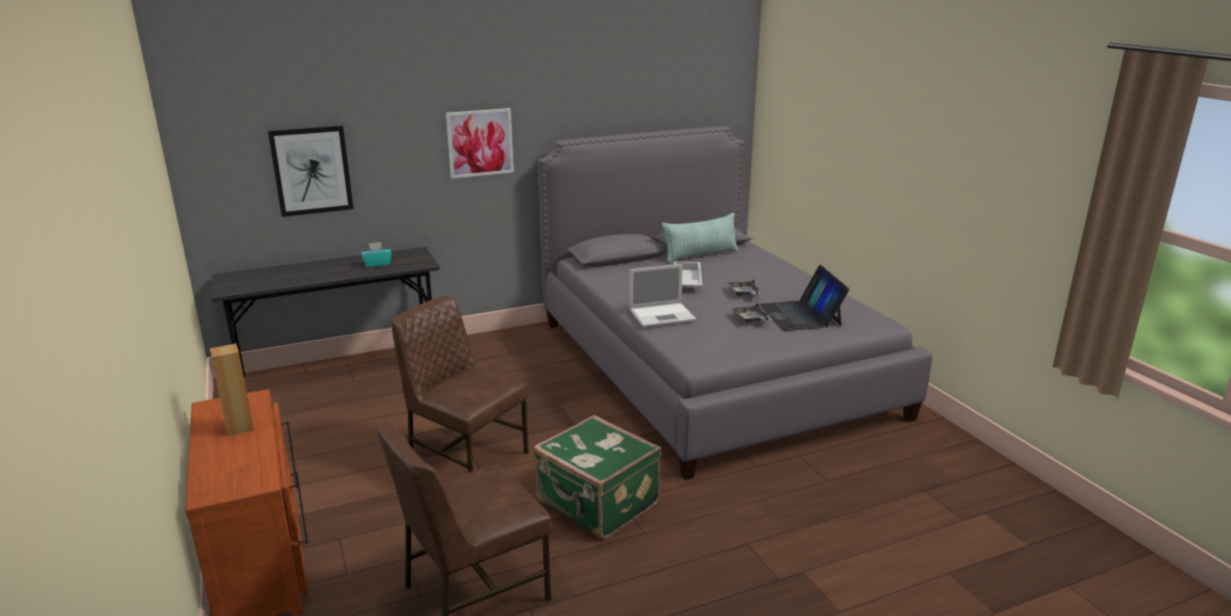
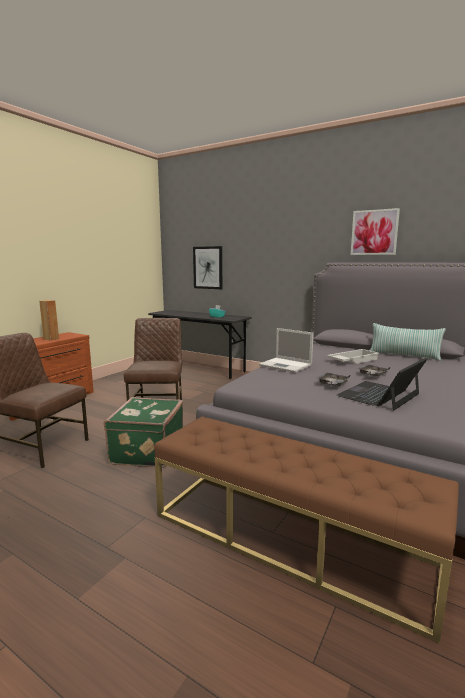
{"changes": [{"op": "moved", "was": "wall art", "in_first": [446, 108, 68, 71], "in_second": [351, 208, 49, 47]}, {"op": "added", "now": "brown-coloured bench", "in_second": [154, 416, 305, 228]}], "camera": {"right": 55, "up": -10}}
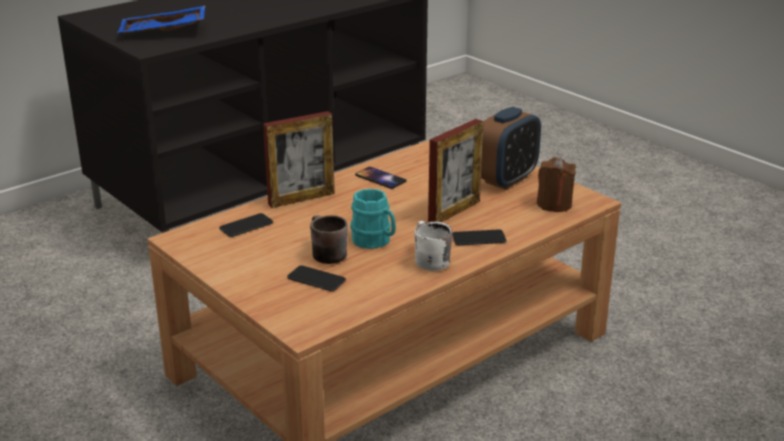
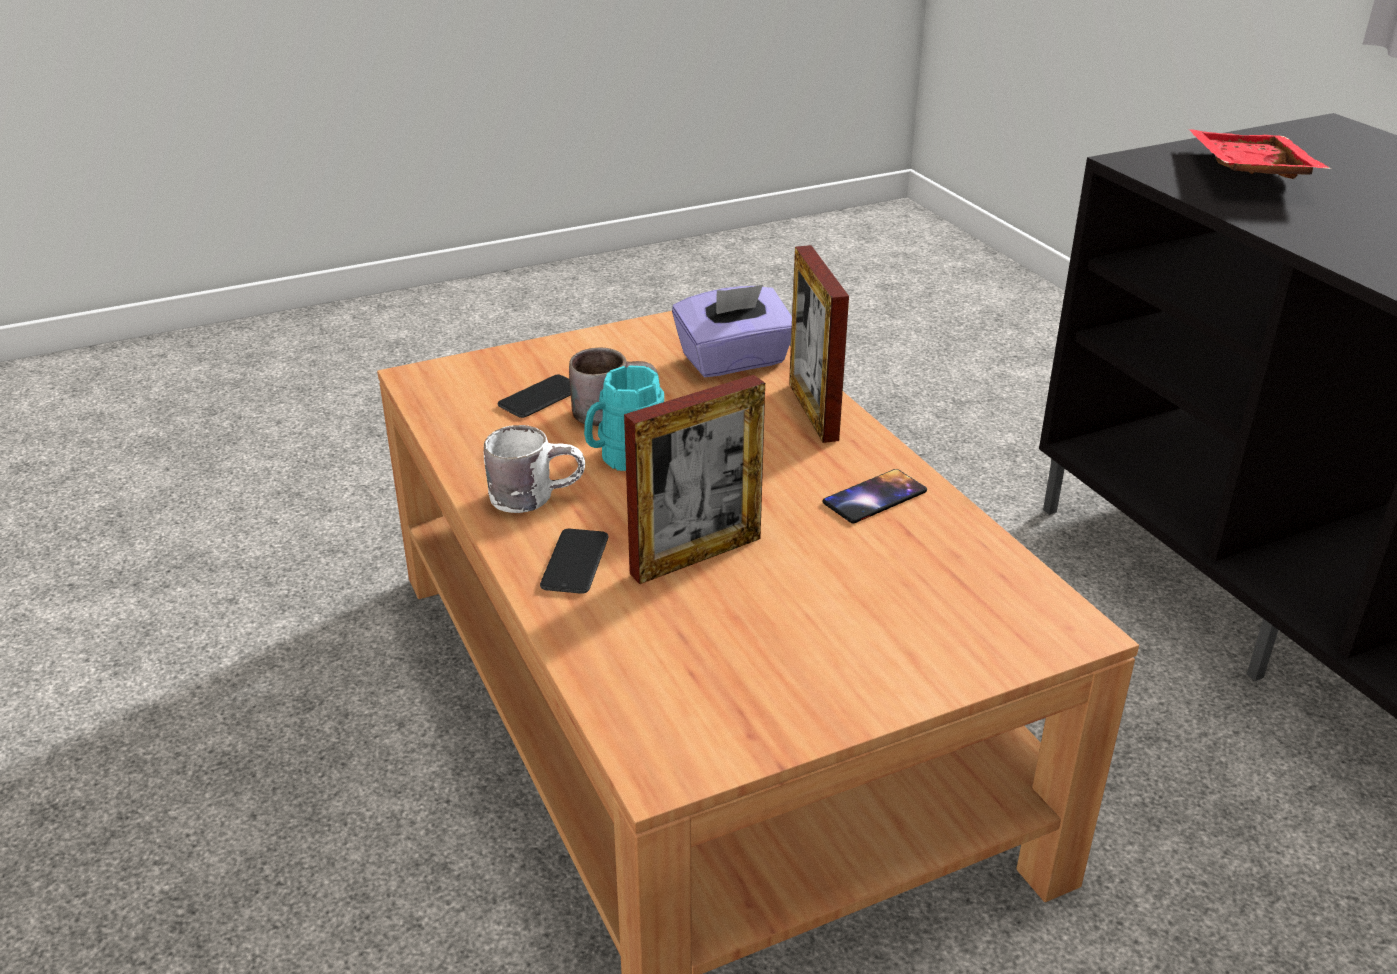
{"changes": [{"op": "recoloured", "was": "blue serving tray", "now": "red serving tray", "in_first": [117, 6, 88, 28], "in_second": [1189, 129, 142, 50]}, {"op": "replaced", "was": "telephone", "now": "purple-coloured tissue box", "in_first": [219, 213, 54, 24], "in_second": [672, 285, 120, 92]}, {"op": "turned", "was": "picture frame", "in_first": [428, 119, 56, 103], "in_second": [624, 375, 141, 209], "clockwise": -90}, {"op": "removed", "was": "table clock", "in_first": [481, 107, 60, 83]}, {"op": "removed", "was": "brown-coloured wax candle", "in_first": [537, 157, 39, 55]}], "camera": {"right": 105, "up": 5}}
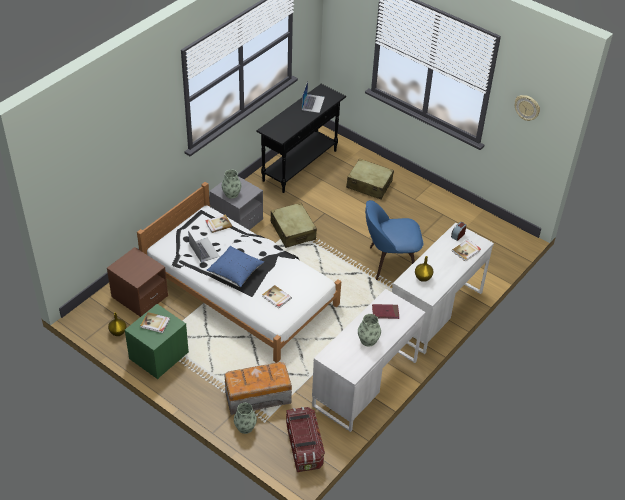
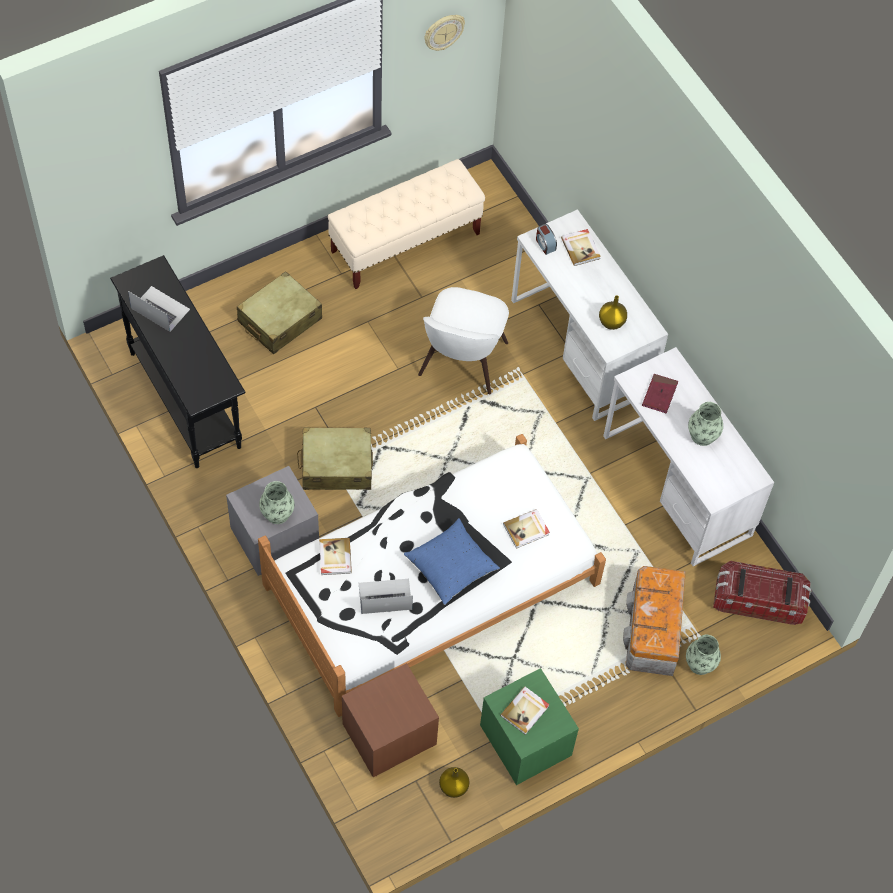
{"changes": [{"op": "recoloured", "was": "blue plain chair", "now": "whitish plain chair", "in_first": [365, 200, 58, 80], "in_second": [418, 287, 91, 107]}, {"op": "added", "now": "beige-coloured bench", "in_second": [328, 159, 157, 130]}], "camera": {"right": -70, "up": 15}}
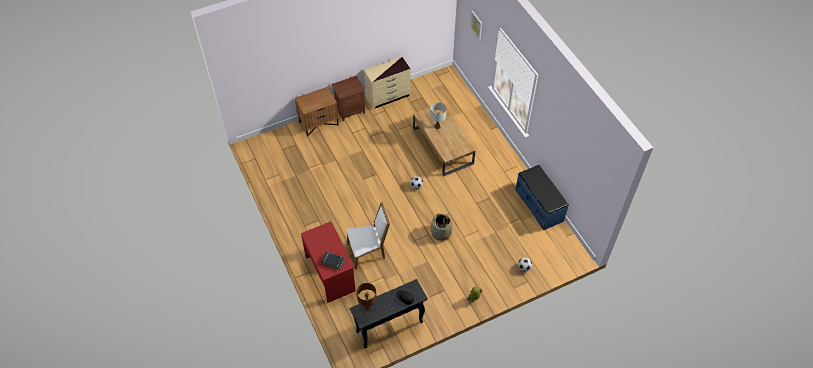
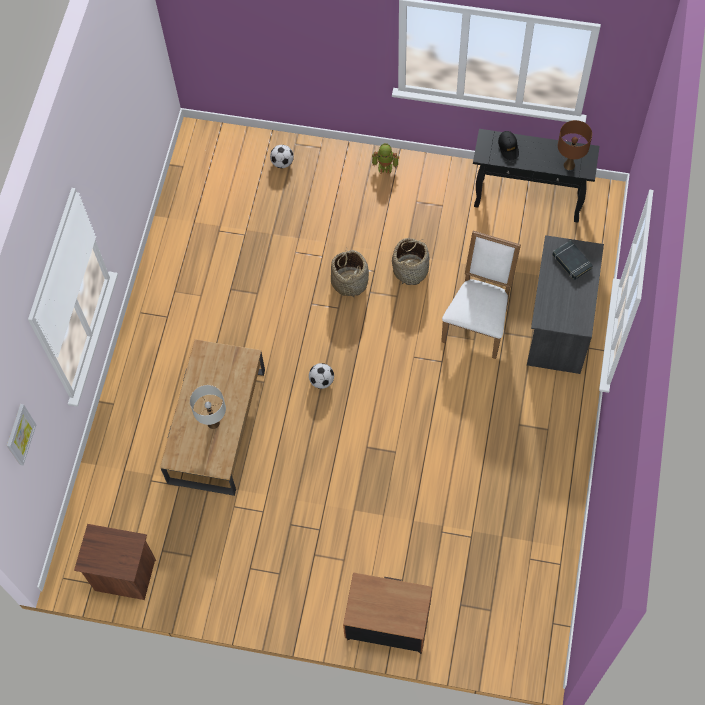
{"changes": [{"op": "recoloured", "was": "red desk unit", "now": "grey desk unit", "in_first": [301, 221, 55, 82], "in_second": [527, 235, 77, 139]}, {"op": "moved", "was": "brown-coloured bedside table", "in_first": [331, 76, 34, 45], "in_second": [74, 524, 82, 76]}, {"op": "turned", "was": "whitish plain chair", "in_first": [346, 202, 44, 67], "in_second": [441, 231, 80, 128], "clockwise": 90}, {"op": "removed", "was": "beige-coloured dresser", "in_first": [364, 57, 47, 52]}, {"op": "removed", "was": "blue bench", "in_first": [515, 165, 54, 65]}, {"op": "added", "now": "storage basket", "in_second": [392, 238, 37, 47]}], "camera": {"right": -140, "up": 10}}
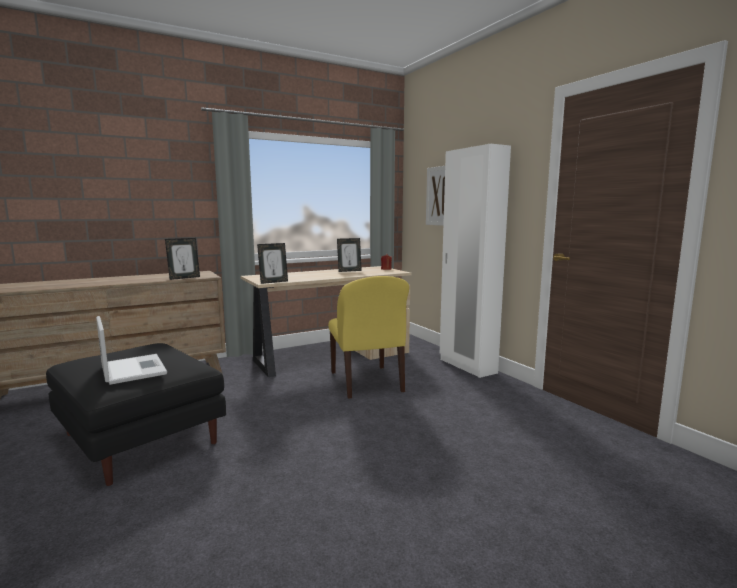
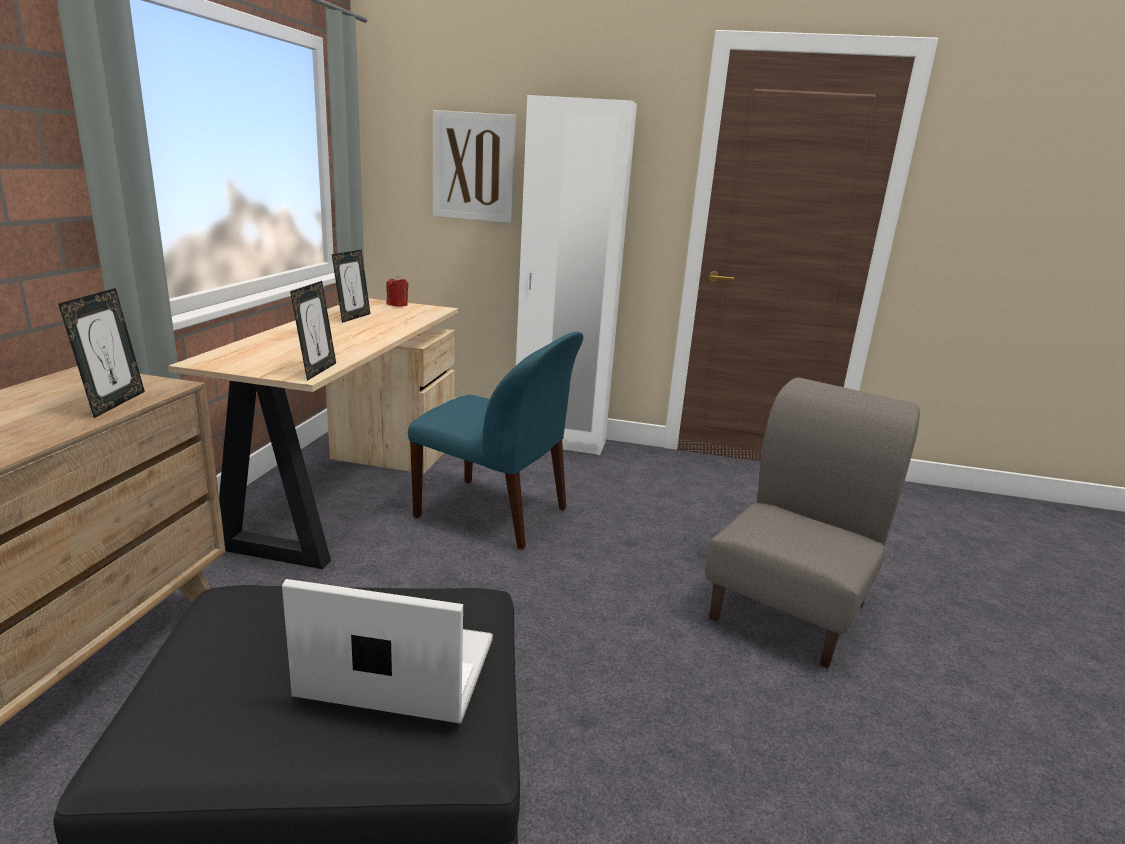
{"changes": [{"op": "recoloured", "was": "yellow plain chair", "now": "blue plain chair", "in_first": [328, 276, 81, 123], "in_second": [408, 332, 175, 218]}, {"op": "added", "now": "grey plain chair", "in_second": [706, 378, 214, 290]}], "camera": {"right": -50, "up": 10}}
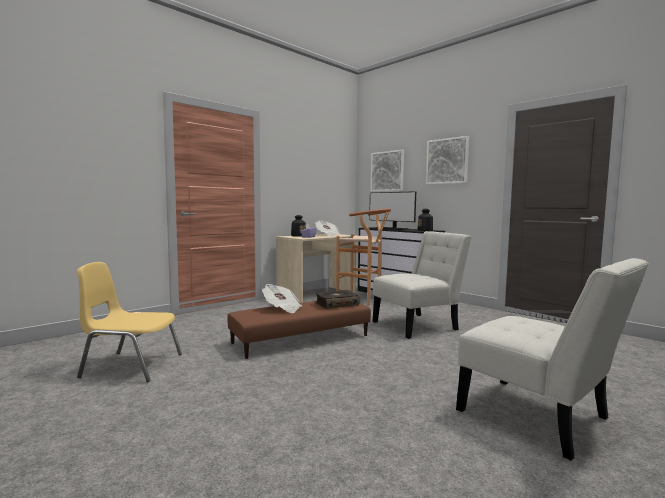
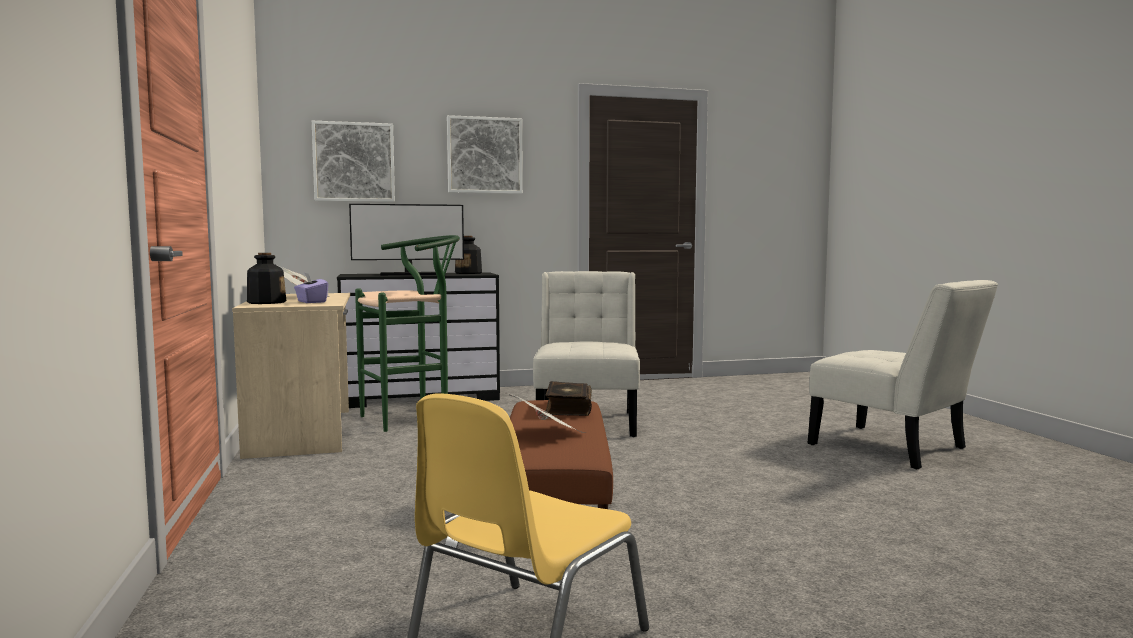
{"changes": [{"op": "recoloured", "was": "brown-coloured sitting stool", "now": "green sitting stool", "in_first": [336, 208, 55, 98], "in_second": [355, 235, 105, 197]}, {"op": "turned", "was": "whitish plain chair", "in_first": [456, 258, 193, 203], "in_second": [807, 280, 191, 189], "clockwise": 60}], "camera": {"right": -60, "up": 0}}
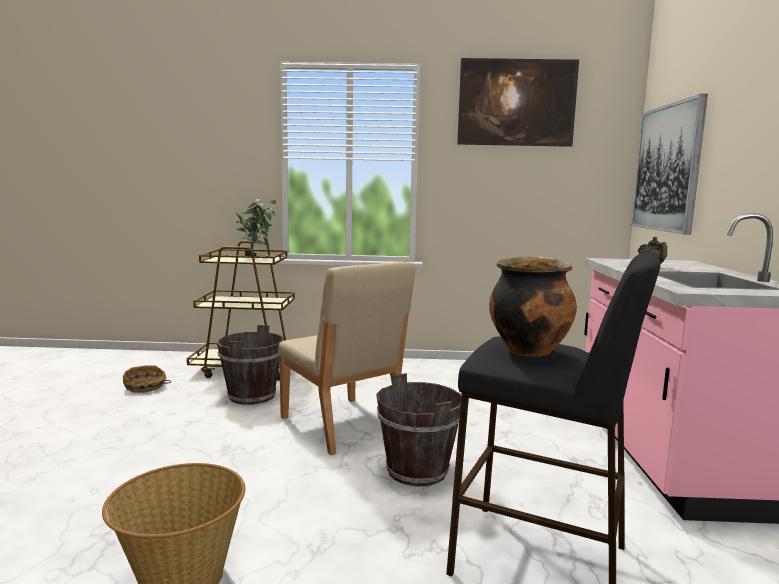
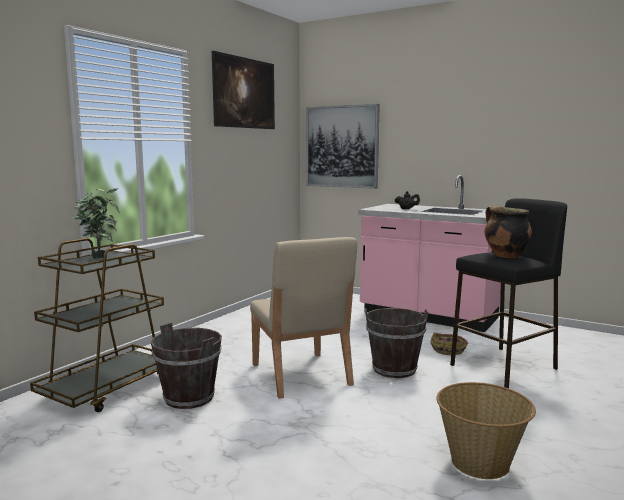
{"changes": [{"op": "moved", "was": "storage basket", "in_first": [123, 366, 48, 27], "in_second": [430, 333, 38, 22]}, {"op": "turned", "was": "beige-coloured plain chair", "in_first": [278, 262, 137, 193], "in_second": [250, 237, 107, 162], "clockwise": 75}], "camera": {"right": -60, "up": 0}}
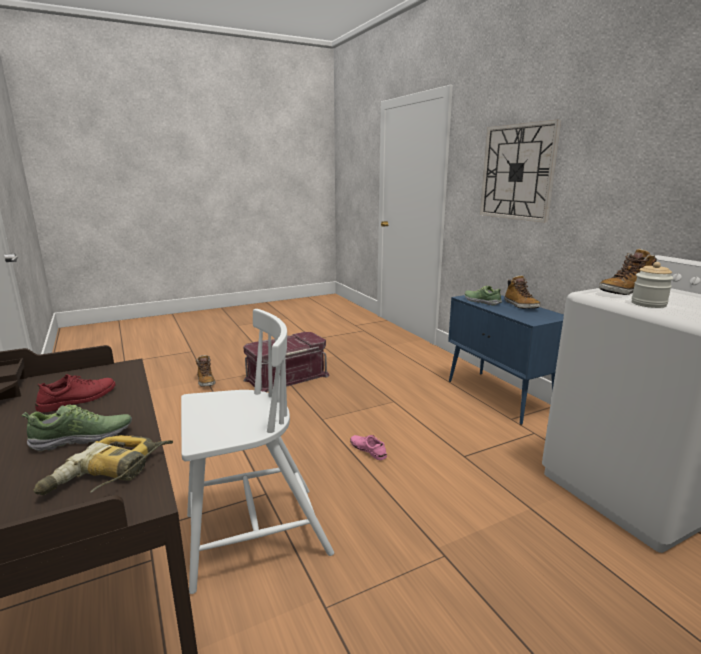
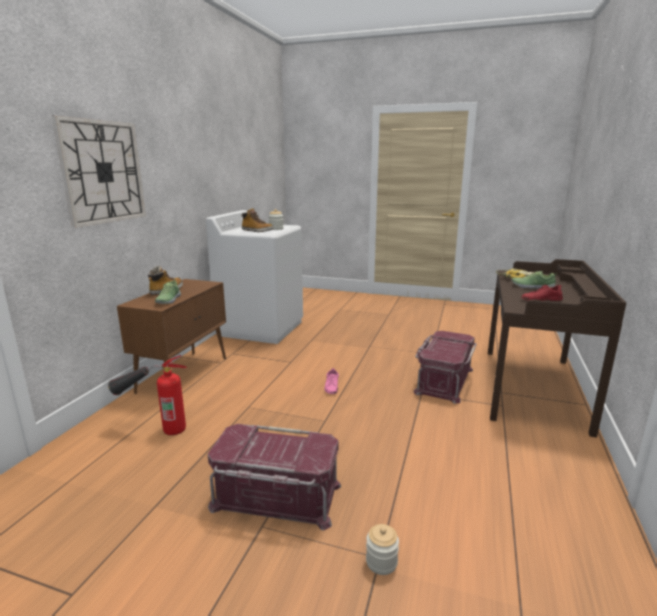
{"changes": [{"op": "replaced", "was": "whitish plain chair", "now": "red storage bin", "in_first": [181, 309, 153, 285], "in_second": [414, 331, 63, 73]}, {"op": "replaced", "was": "high-top boot", "now": "jar", "in_first": [196, 355, 20, 32], "in_second": [366, 524, 33, 51]}, {"op": "recoloured", "was": "blue cabinet", "now": "brown-coloured cabinet", "in_first": [448, 295, 116, 130], "in_second": [117, 279, 109, 115]}, {"op": "added", "now": "fire-fighting cylinder", "in_second": [108, 355, 78, 80]}], "camera": {"right": -135, "up": 0}}
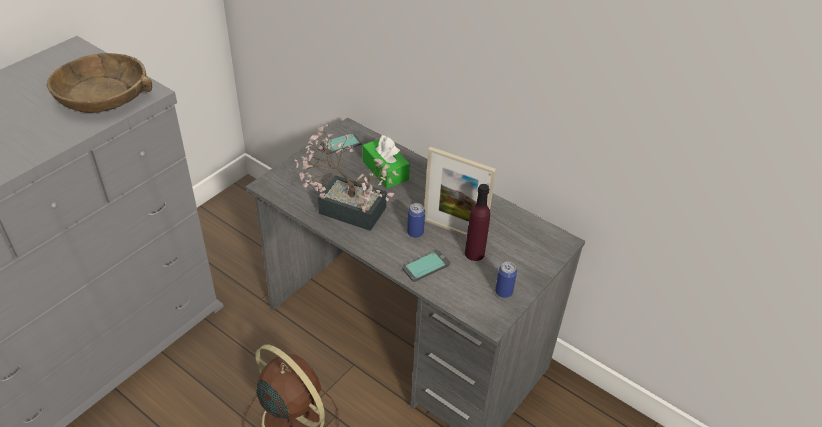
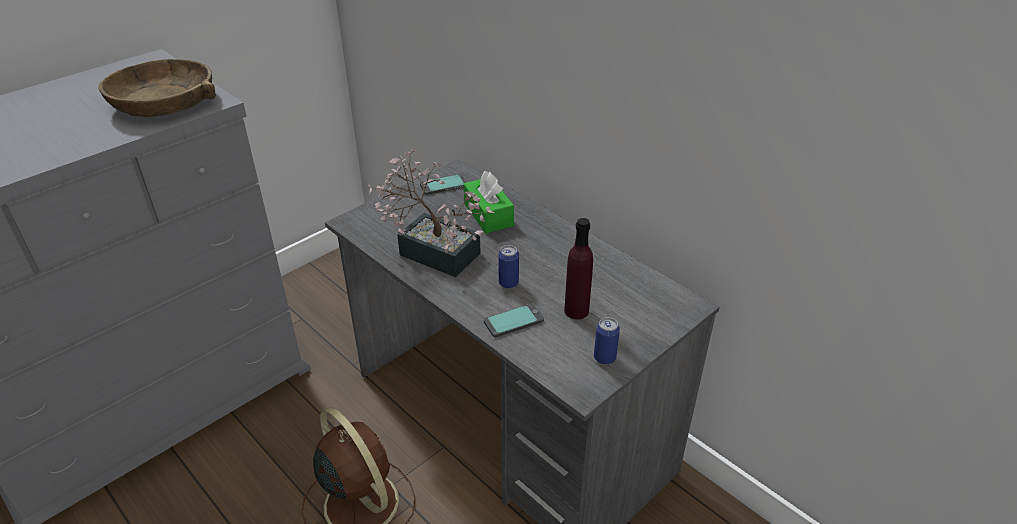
{"changes": [{"op": "removed", "was": "picture frame", "in_first": [424, 147, 72, 90]}], "camera": {"right": 10, "up": -5}}
